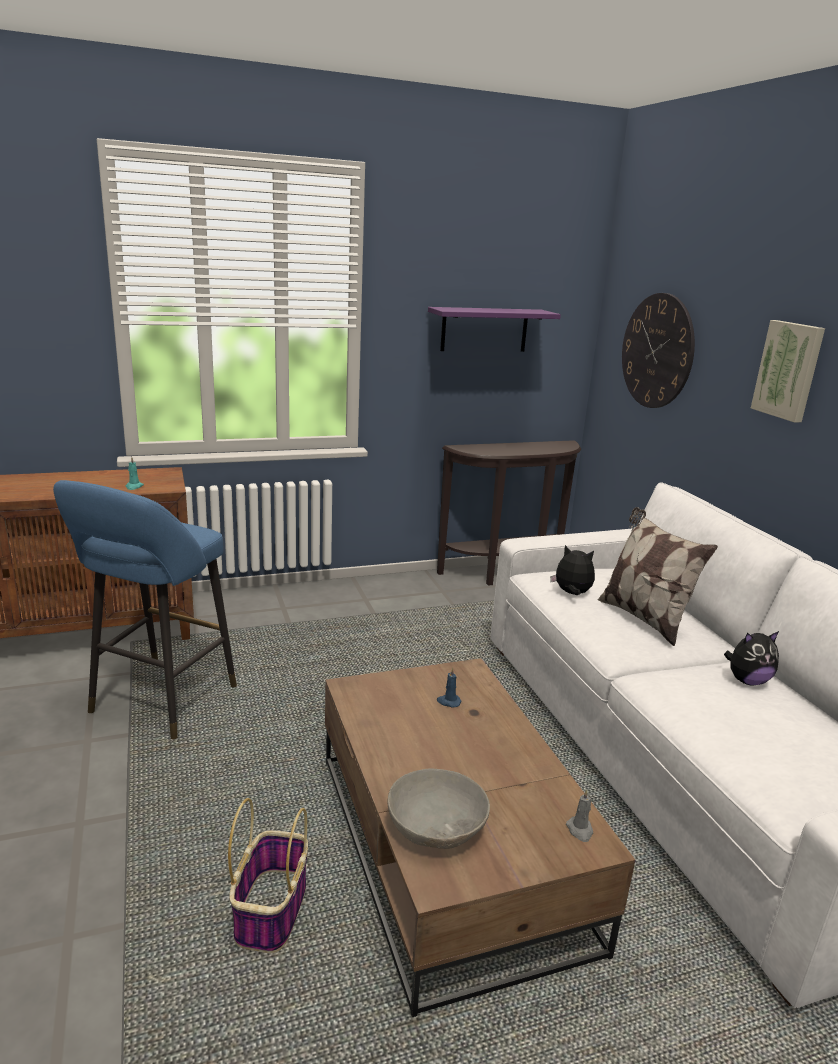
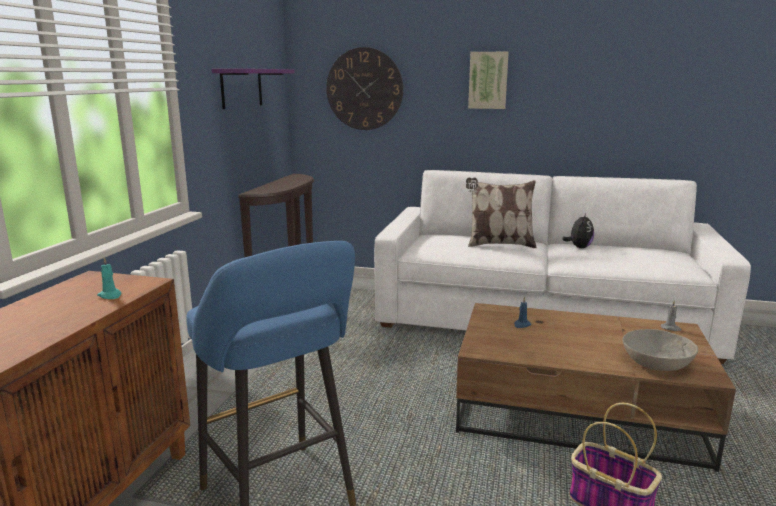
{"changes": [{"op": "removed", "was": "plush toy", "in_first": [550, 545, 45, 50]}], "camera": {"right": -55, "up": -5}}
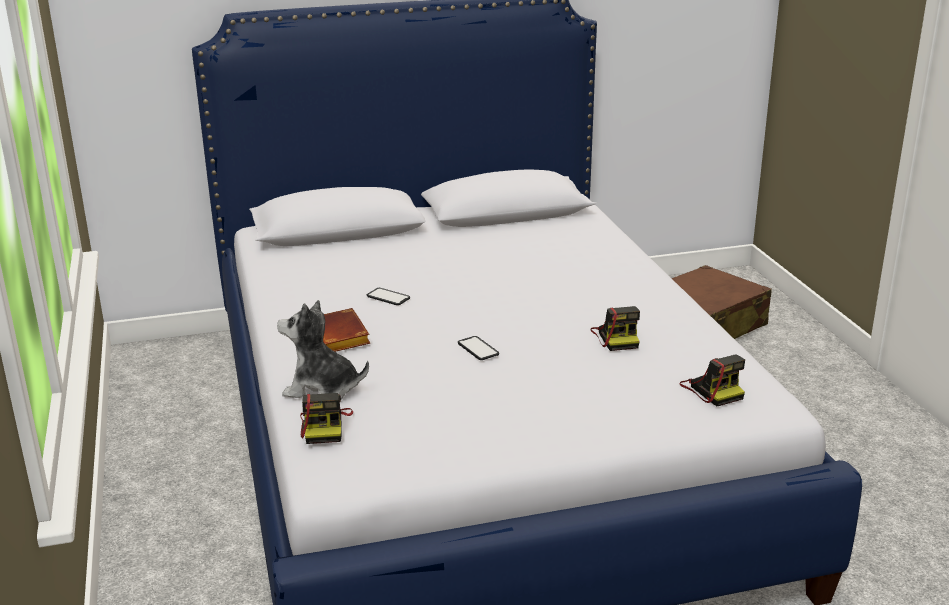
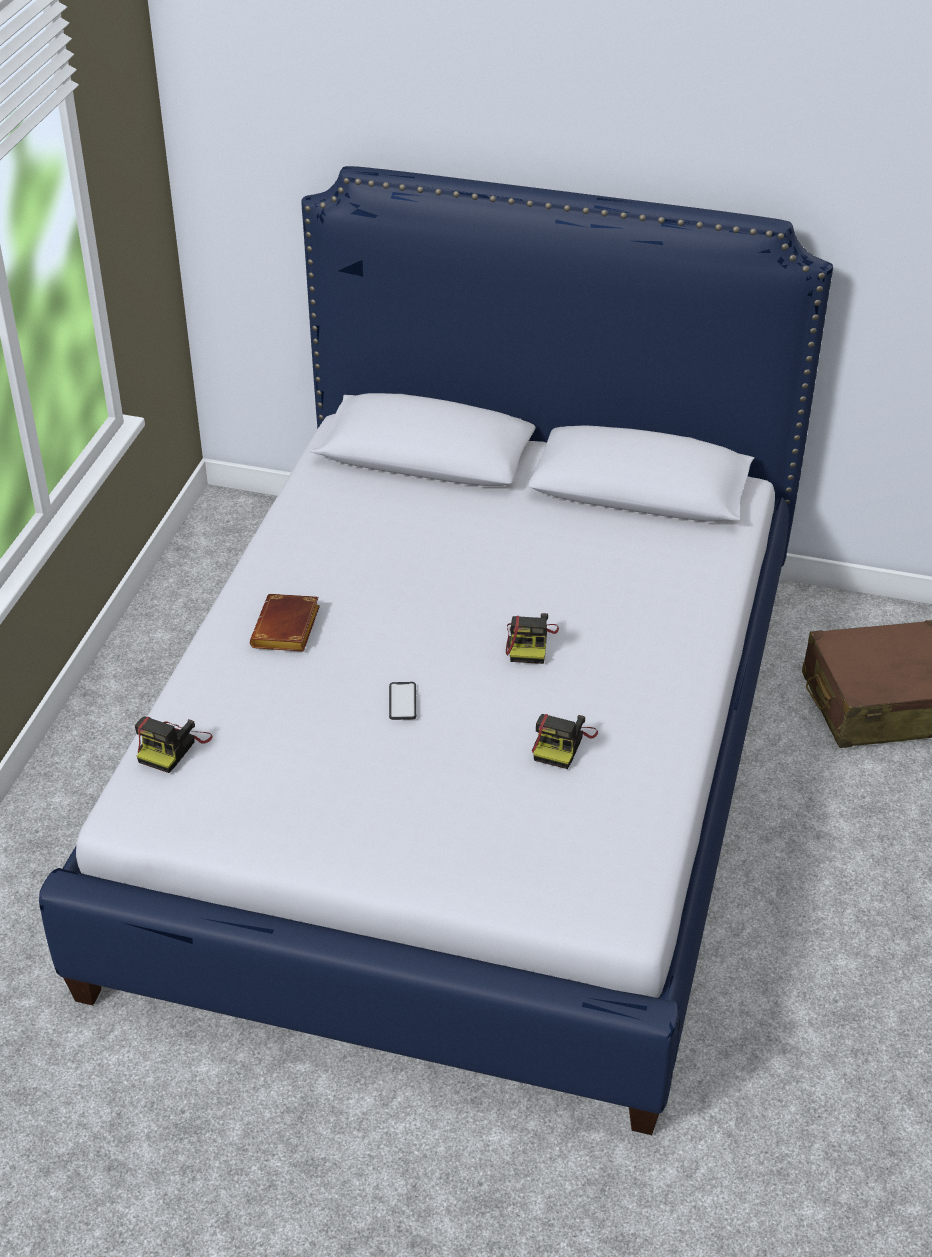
{"changes": [{"op": "removed", "was": "plush toy", "in_first": [277, 300, 92, 100]}, {"op": "removed", "was": "telephone", "in_first": [367, 288, 43, 17]}, {"op": "moved", "was": "still camera", "in_first": [680, 355, 65, 51], "in_second": [506, 613, 53, 51]}], "camera": {"right": 30, "up": 15}}
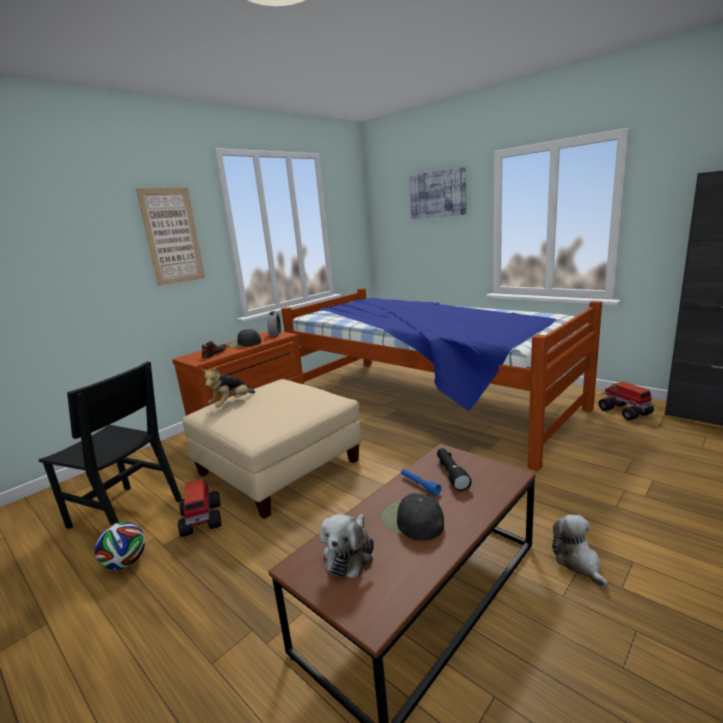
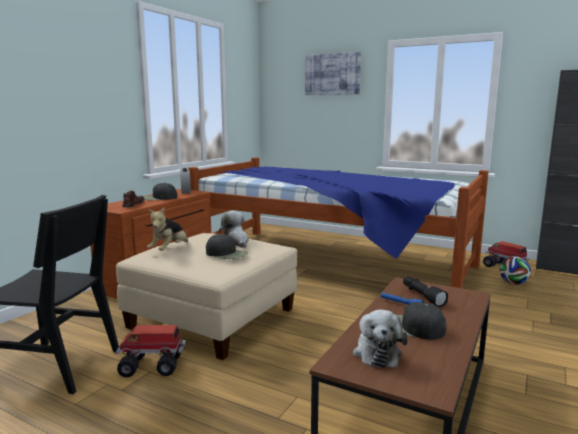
{"changes": [{"op": "moved", "was": "football ball", "in_first": [95, 522, 50, 48], "in_second": [500, 256, 31, 29]}, {"op": "removed", "was": "wall art", "in_first": [136, 188, 69, 98]}, {"op": "turned", "was": "toy truck", "in_first": [178, 478, 44, 59], "in_second": [115, 325, 71, 52], "clockwise": -60}, {"op": "moved", "was": "plush toy", "in_first": [552, 514, 56, 74], "in_second": [219, 211, 30, 37]}, {"op": "added", "now": "black peaked cap", "in_second": [206, 234, 42, 25]}], "camera": {"right": -15, "up": -5}}
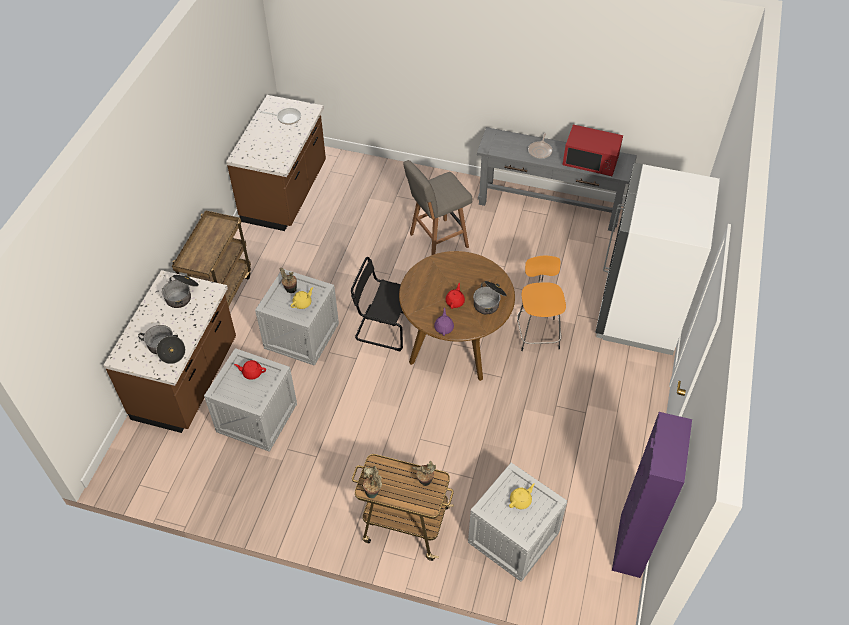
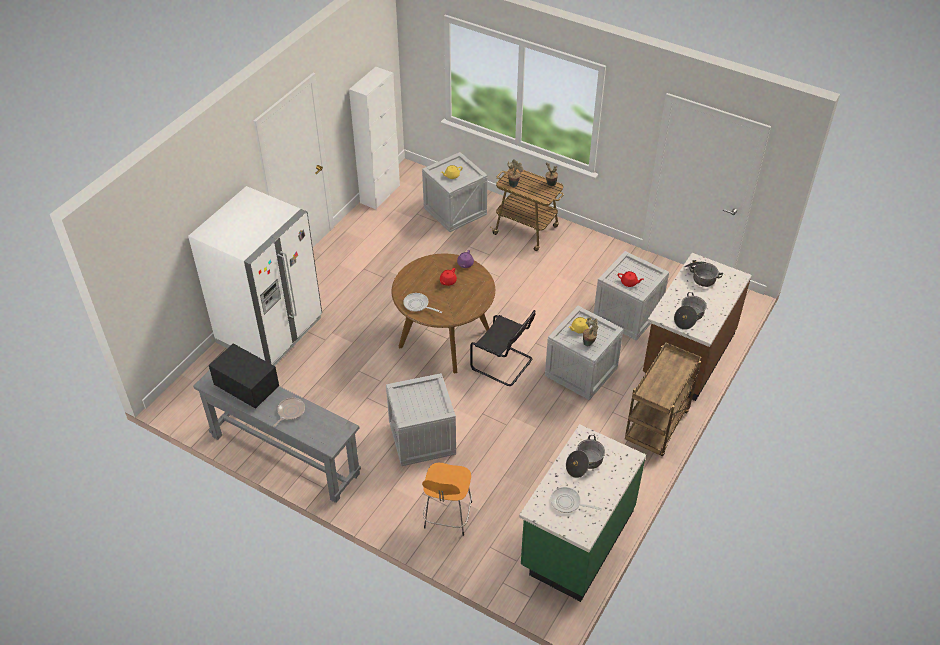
{"changes": [{"op": "recoloured", "was": "brown-coloured kitchen base unit", "now": "green kitchen base unit", "in_first": [226, 95, 100, 136], "in_second": [519, 424, 127, 178]}, {"op": "replaced", "was": "grey sitting stool", "now": "crate", "in_first": [404, 160, 68, 95], "in_second": [386, 373, 70, 93]}, {"op": "moved", "was": "saucepot", "in_first": [473, 281, 34, 33], "in_second": [566, 435, 39, 43]}, {"op": "moved", "was": "orange-coloured sitting stool", "in_first": [517, 256, 49, 95], "in_second": [422, 463, 50, 73]}, {"op": "recoloured", "was": "red kitchen microwave", "now": "black kitchen microwave", "in_first": [563, 125, 60, 51], "in_second": [209, 343, 70, 66]}, {"op": "recoloured", "was": "purple-coloured cabinet", "now": "whitish cabinet", "in_first": [612, 412, 80, 166], "in_second": [349, 67, 51, 142]}, {"op": "added", "now": "frying pan", "in_second": [403, 293, 39, 20]}], "camera": {"right": -165, "up": -5}}
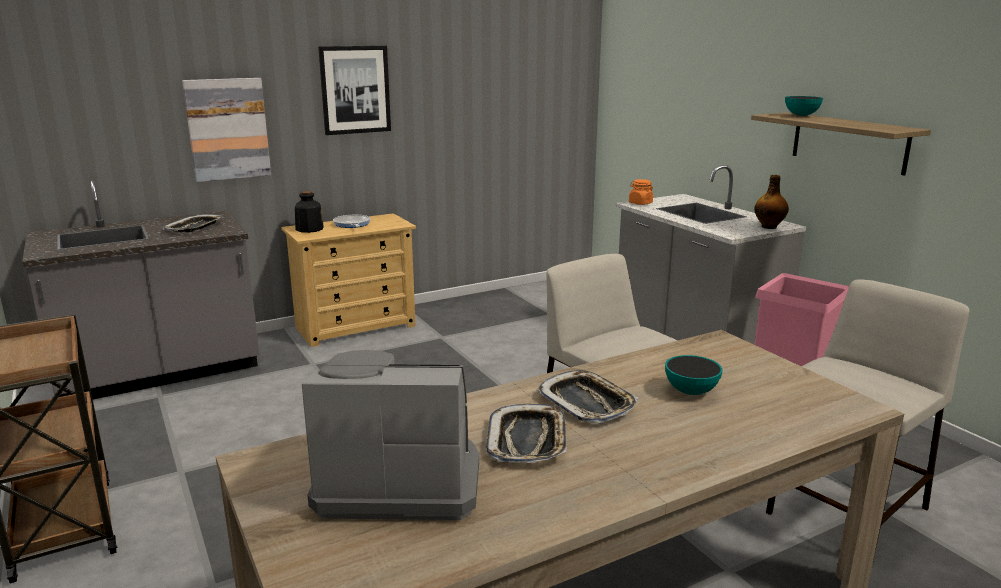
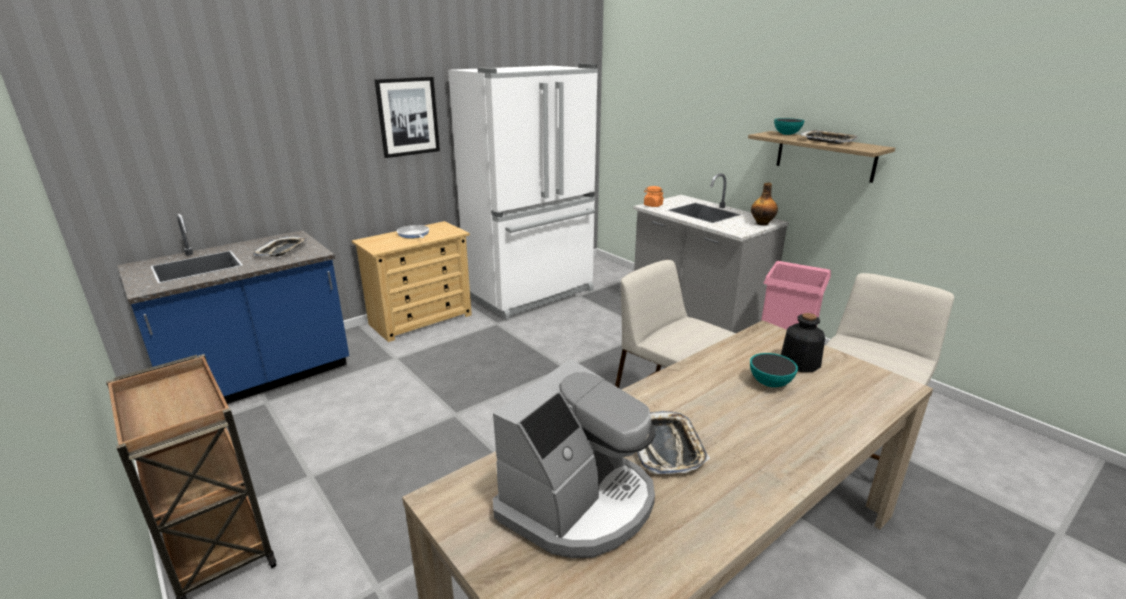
{"changes": [{"op": "recoloured", "was": "grey kitchen base unit", "now": "blue kitchen base unit", "in_first": [22, 181, 237, 218], "in_second": [117, 214, 232, 190]}, {"op": "removed", "was": "wall art", "in_first": [182, 78, 89, 104]}, {"op": "moved", "was": "beverage bottle", "in_first": [295, 191, 29, 42], "in_second": [781, 313, 44, 59]}, {"op": "turned", "was": "coffee maker", "in_first": [302, 350, 177, 170], "in_second": [493, 359, 163, 199], "clockwise": 135}, {"op": "moved", "was": "serving tray", "in_first": [537, 370, 101, 54], "in_second": [801, 130, 57, 14]}, {"op": "added", "now": "whitish fridge", "in_second": [448, 63, 150, 257]}], "camera": {"right": -10, "up": 5}}
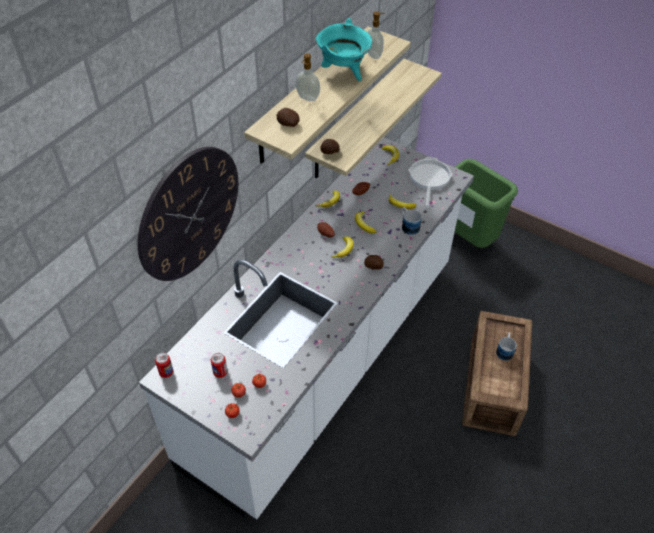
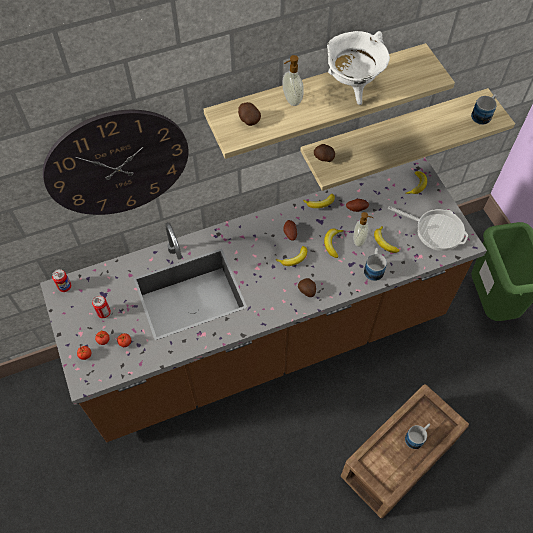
{"changes": [{"op": "recoloured", "was": "whitish kitchen base unit", "now": "brown-coloured kitchen base unit", "in_first": [139, 137, 335, 382], "in_second": [40, 157, 447, 285]}, {"op": "recoloured", "was": "blue-green saucepot", "now": "whitish saucepot", "in_first": [315, 18, 57, 63], "in_second": [327, 31, 63, 74]}, {"op": "moved", "was": "soap dispenser", "in_first": [367, 11, 18, 48], "in_second": [353, 212, 21, 35]}, {"op": "turned", "was": "frying pan", "in_first": [409, 157, 43, 52], "in_second": [388, 206, 80, 45], "clockwise": 75}, {"op": "added", "now": "tea mug", "in_second": [471, 94, 26, 31]}], "camera": {"right": 35, "up": 10}}
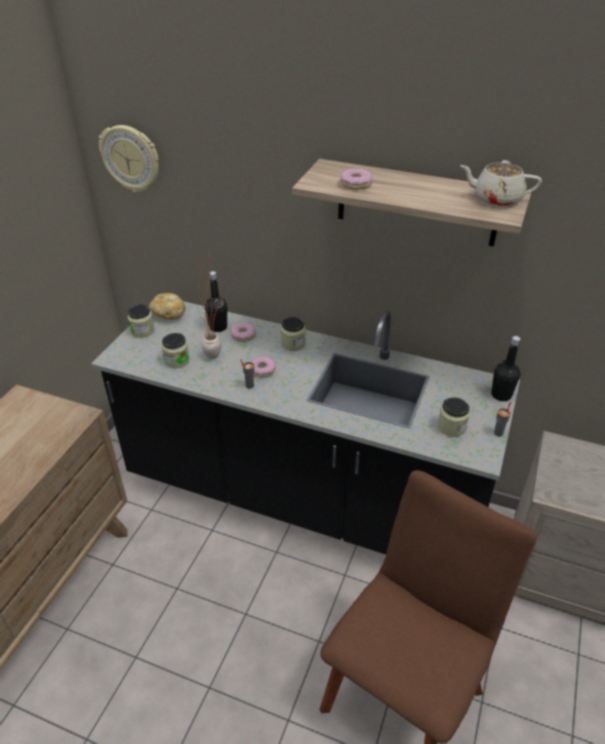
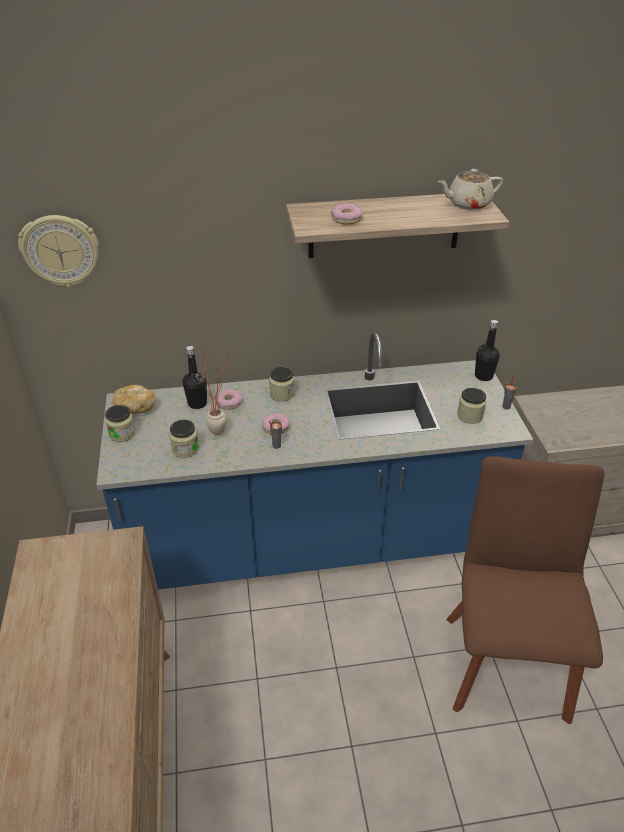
{"changes": [{"op": "recoloured", "was": "black kitchen base unit", "now": "blue kitchen base unit", "in_first": [91, 301, 429, 254], "in_second": [96, 332, 438, 258]}], "camera": {"right": -30, "up": 0}}
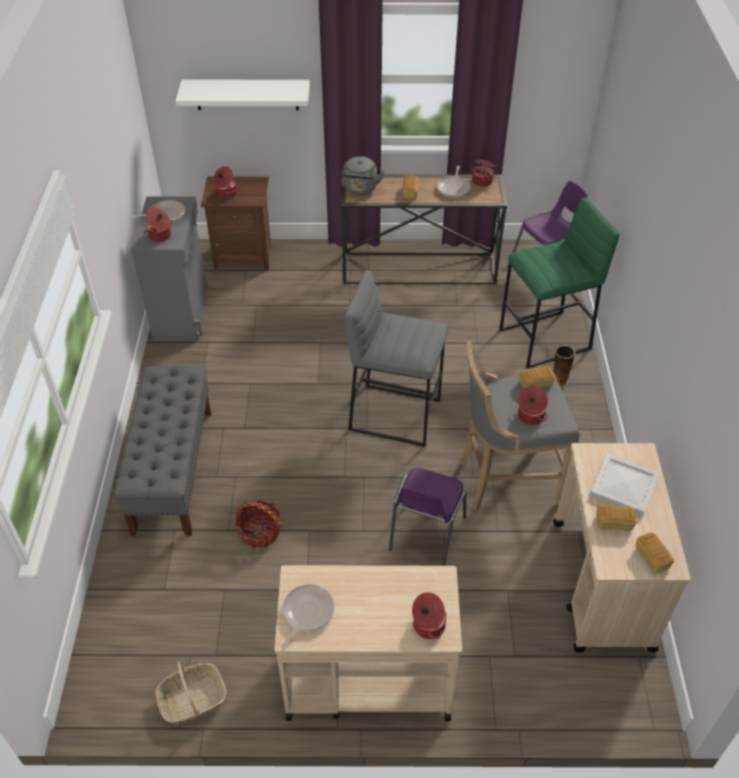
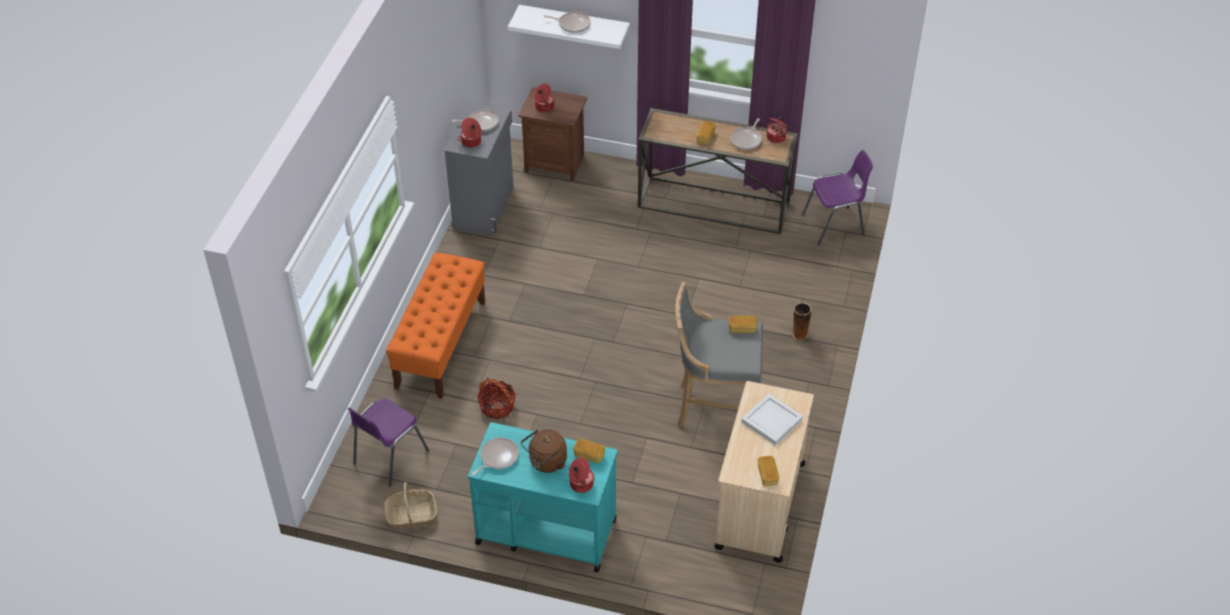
{"changes": [{"op": "recoloured", "was": "grey bench", "now": "orange-coloured bench", "in_first": [114, 366, 97, 170], "in_second": [386, 253, 99, 146]}, {"op": "recoloured", "was": "beige-coloured wheeled cart", "now": "blue-green wheeled cart", "in_first": [274, 565, 188, 156], "in_second": [468, 422, 149, 150]}, {"op": "removed", "was": "grey kettle", "in_first": [342, 156, 42, 38]}, {"op": "removed", "was": "grey sitting stool", "in_first": [345, 270, 103, 177]}, {"op": "moved", "was": "purple-coloured plain chair", "in_first": [389, 468, 77, 98], "in_second": [348, 398, 82, 89]}, {"op": "removed", "was": "green sitting stool", "in_first": [499, 198, 121, 170]}, {"op": "removed", "was": "saucepot", "in_first": [517, 386, 31, 39]}, {"op": "moved", "was": "baked bread", "in_first": [596, 505, 40, 26], "in_second": [573, 439, 32, 24]}, {"op": "added", "now": "brown-coloured kettle", "in_second": [521, 429, 46, 44]}, {"op": "added", "now": "frying pan", "in_second": [543, 12, 48, 21]}], "camera": {"right": 15, "up": 0}}
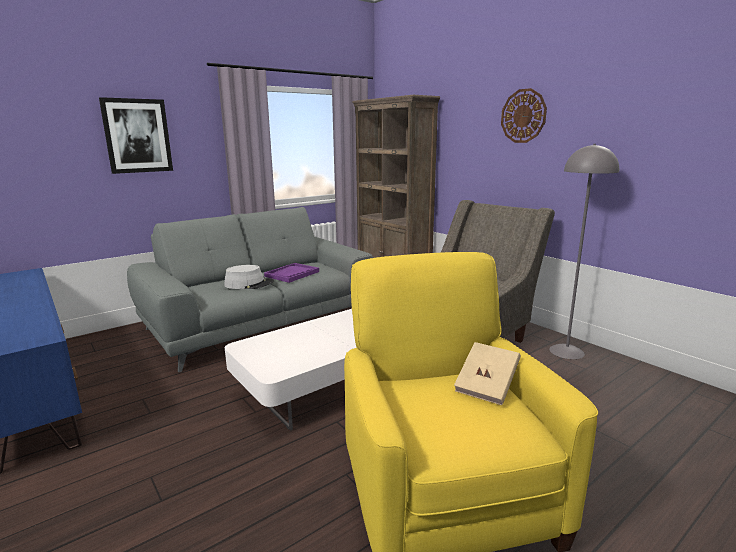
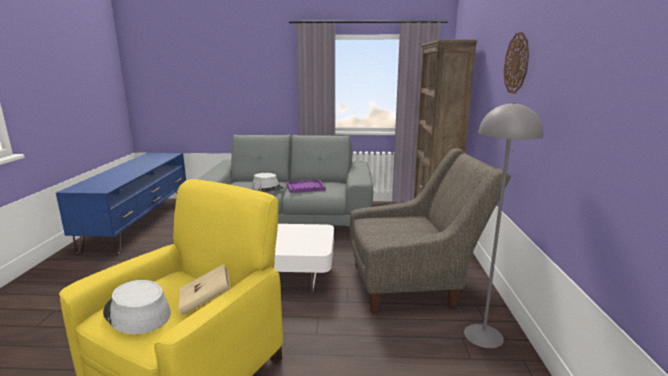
{"changes": [{"op": "removed", "was": "wall art", "in_first": [99, 97, 74, 77]}, {"op": "added", "now": "grey hat", "in_second": [103, 280, 68, 54]}], "camera": {"right": 40, "up": 0}}
